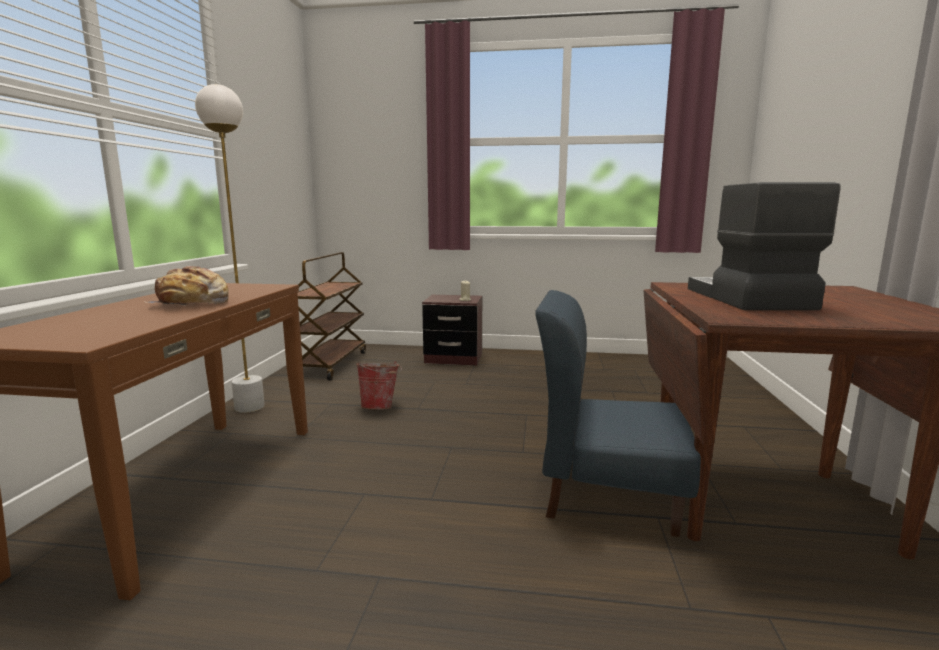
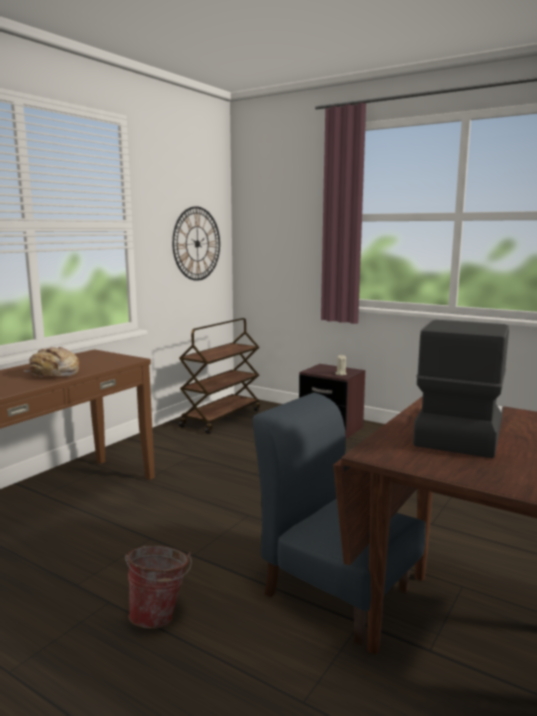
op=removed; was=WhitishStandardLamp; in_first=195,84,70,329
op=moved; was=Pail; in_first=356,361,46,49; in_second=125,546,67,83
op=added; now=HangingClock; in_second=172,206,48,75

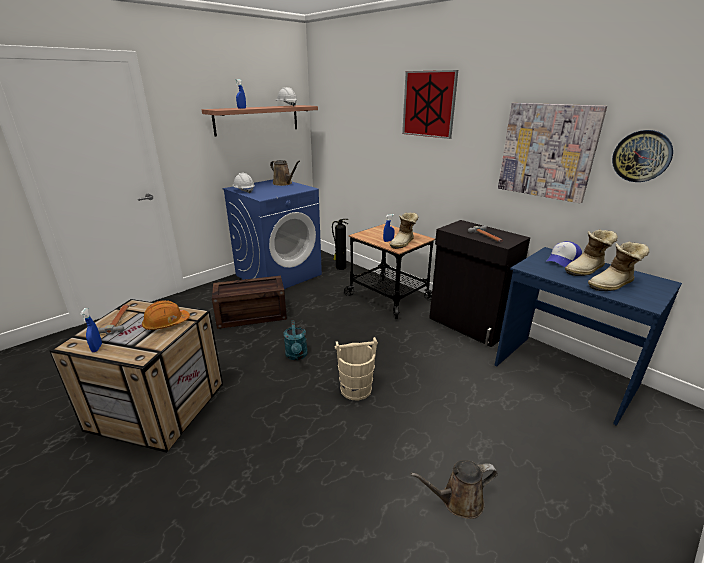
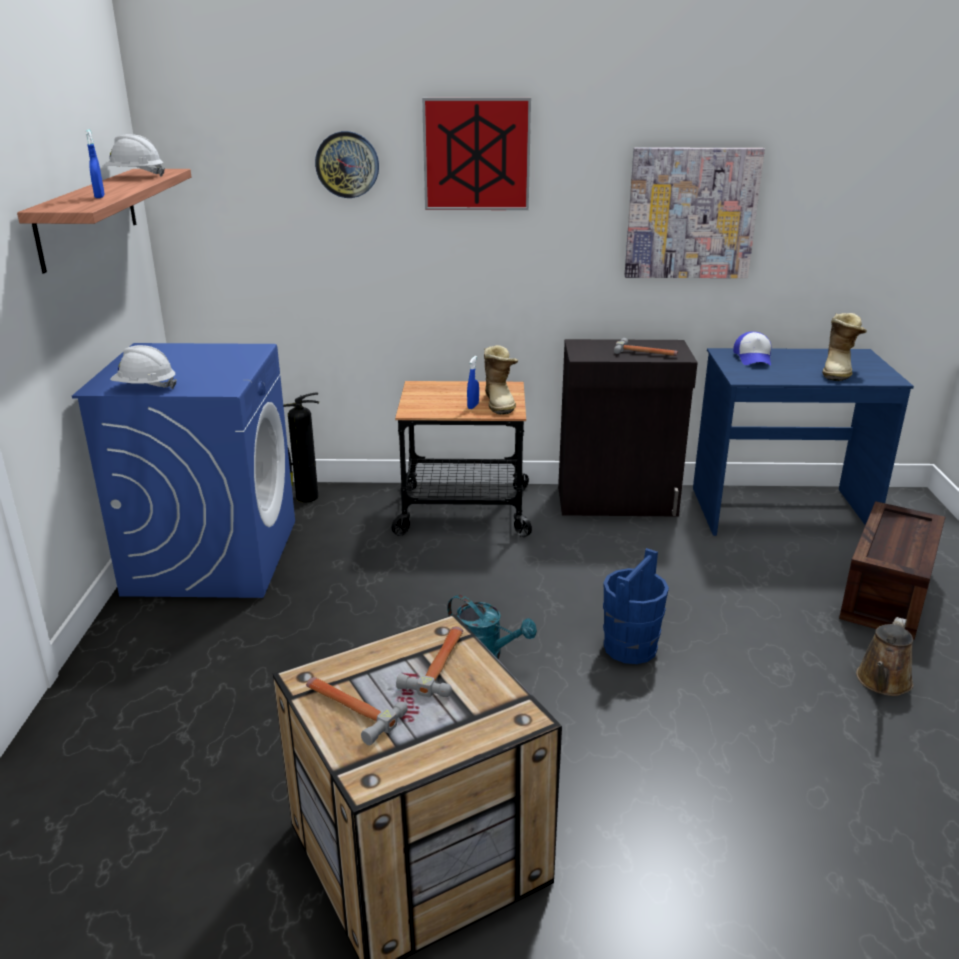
op=removed; was=BlueColouredHandSprayer; in_first=80,308,22,44
op=replaced; was=OrangeSafetyHelmet; now=HandHammer; in_first=142,300,48,30; in_second=396,627,67,70
op=moved; was=ShippingCrate; in_first=212,276,75,53; in_second=839,501,106,139
op=removed; was=BrownWateringPot; in_first=270,160,30,26
op=recoloured; was=BeigePail; now=BlueColouredPail; in_first=335,337,43,63; in_second=603,548,66,116
op=removed; was=HighTopBoot; in_first=565,229,53,47
op=moved; was=HangingClock; in_first=612,130,61,52; in_second=315,131,64,67

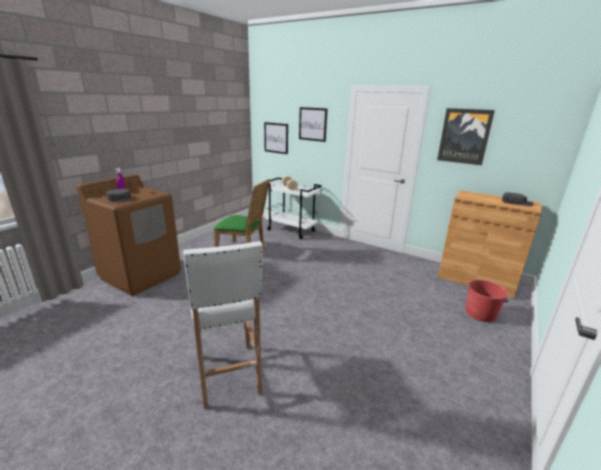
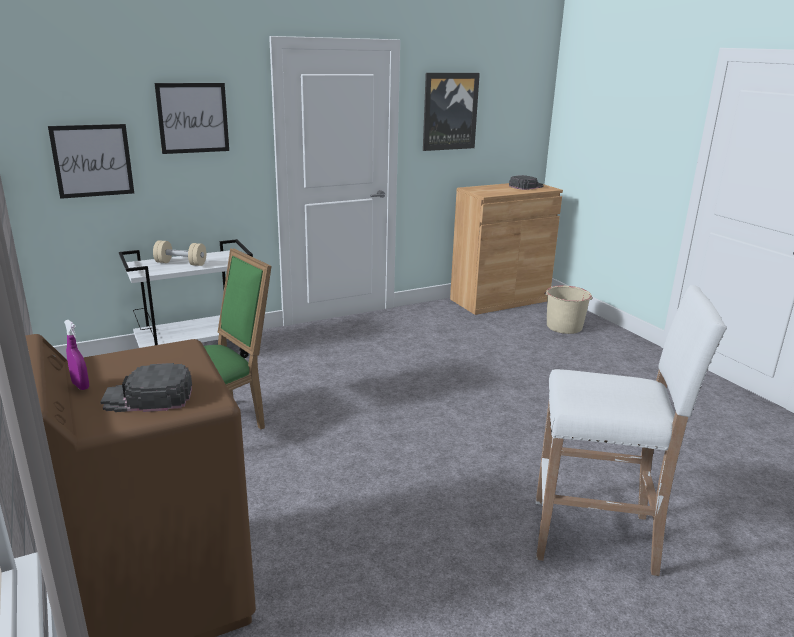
op=recoloured; was=ReddishPail; now=BeigePail; in_first=466,279,42,43; in_second=544,286,49,48

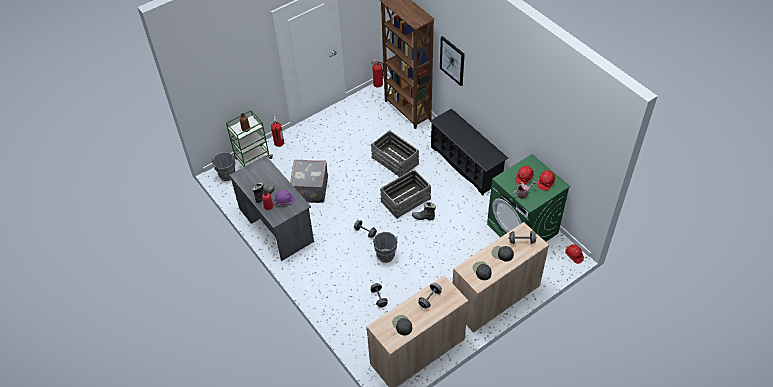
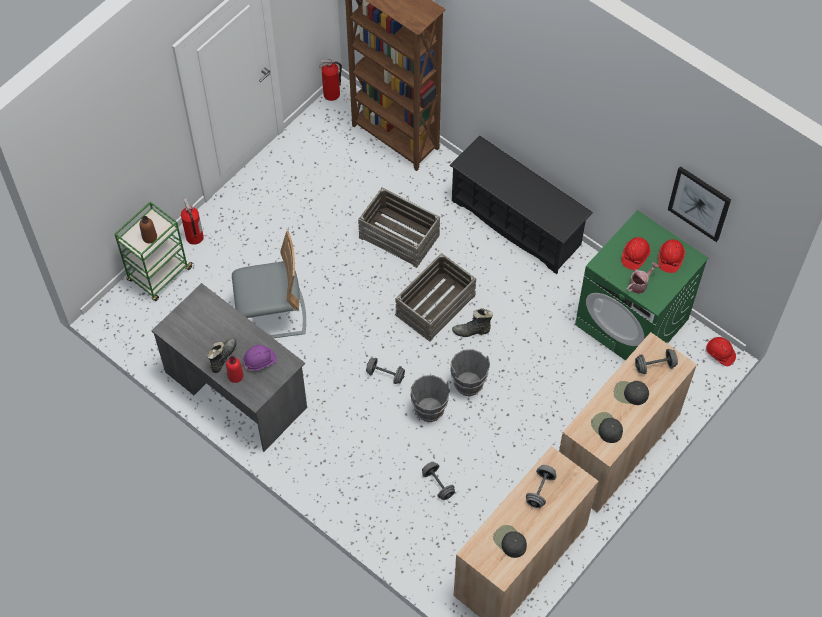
op=moved; was=GreyishPail; in_first=212,152,24,29; in_second=451,349,39,47
op=replaced; was=GreyishPieceOfLuggage; now=GreyishChair; in_first=290,160,38,43; in_second=232,231,74,107
op=moved; was=WallArt; in_first=440,36,25,50; in_second=668,166,63,76

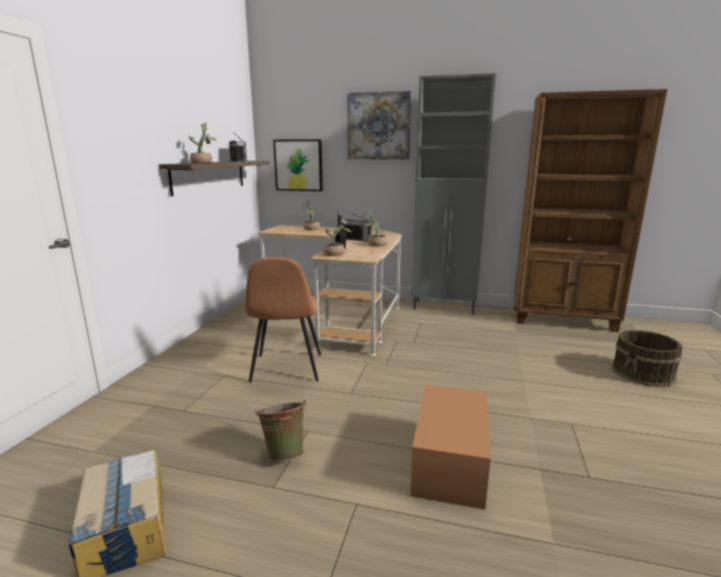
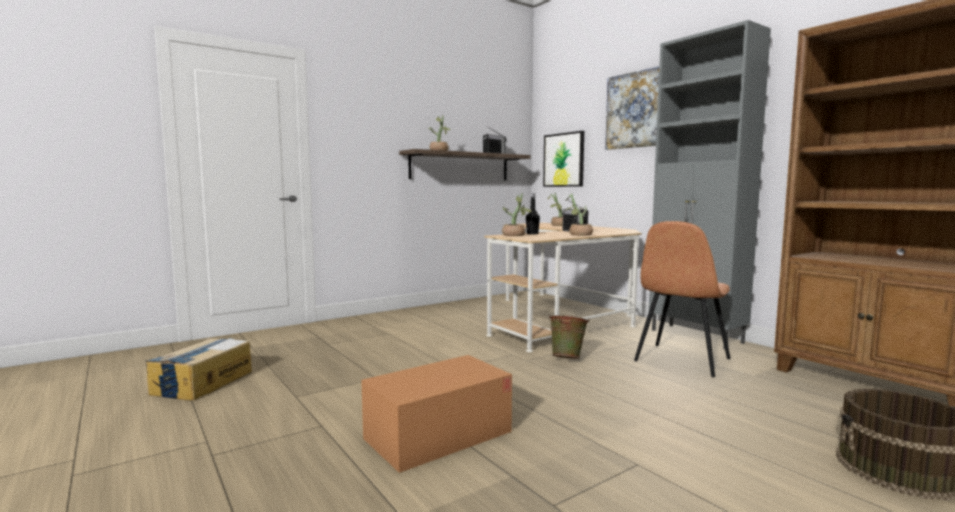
op=moved; was=BrownChair; in_first=245,257,76,126; in_second=634,221,97,156
op=moved; was=GreenishPail; in_first=255,400,52,62; in_second=548,315,42,44

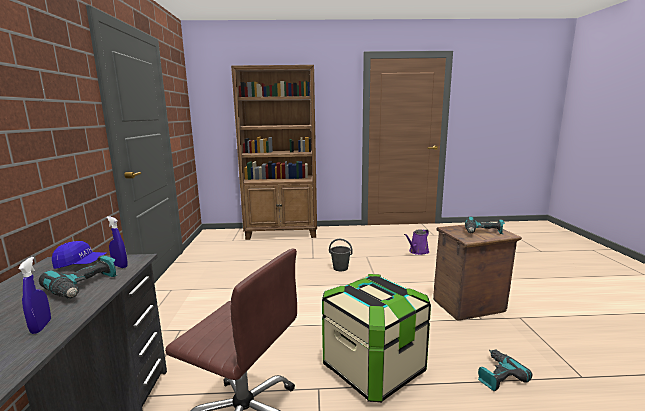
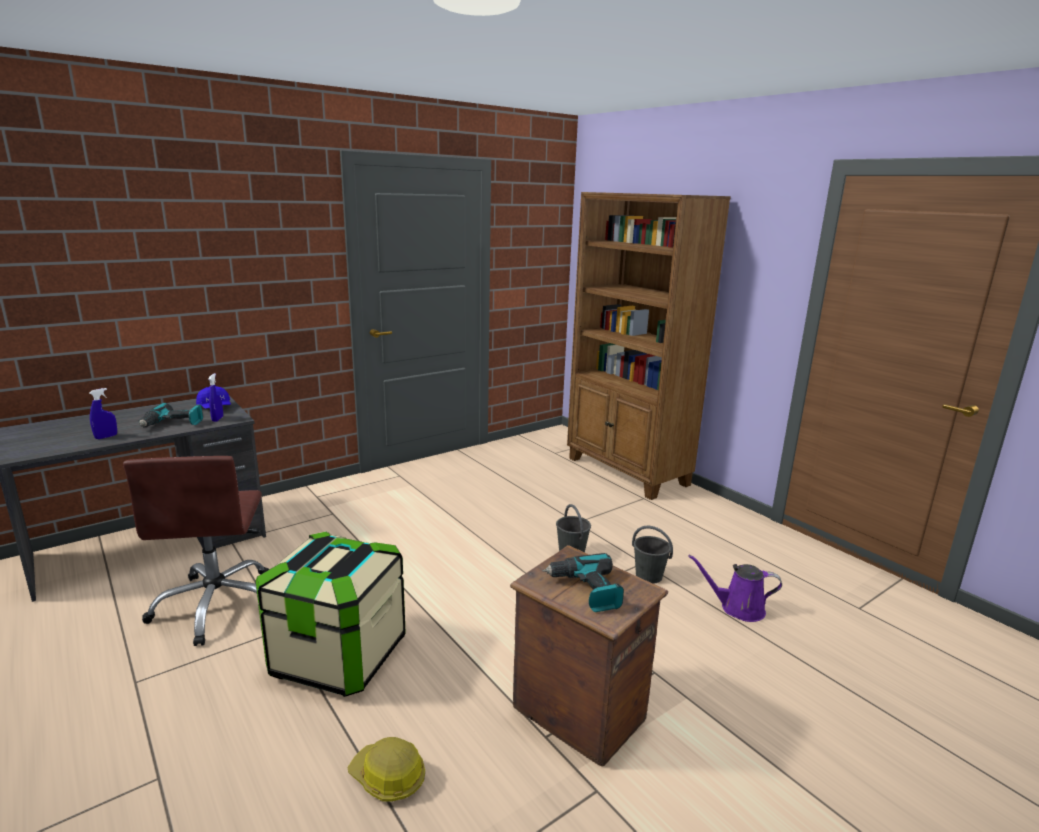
op=replaced; was=ElectricDrill; now=SafetyHelmet; in_first=478,349,54,42; in_second=348,737,77,64
op=added; now=GreyishPail; in_second=632,525,41,59

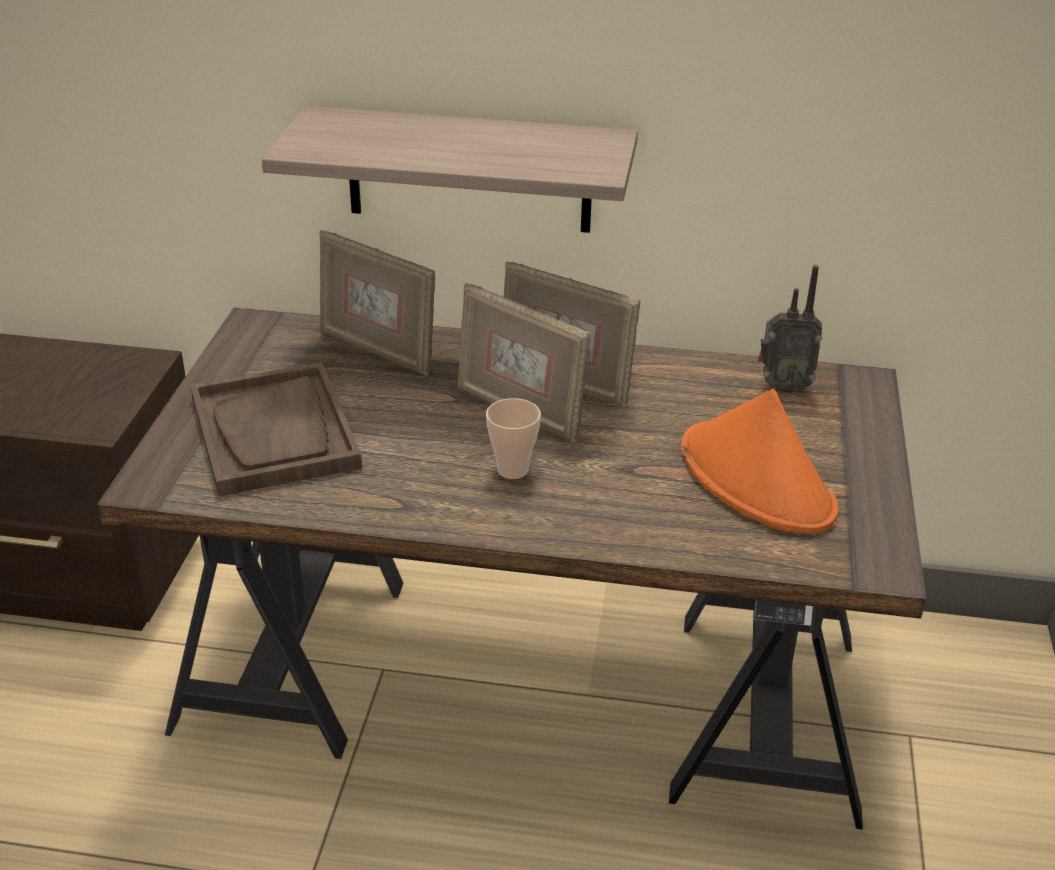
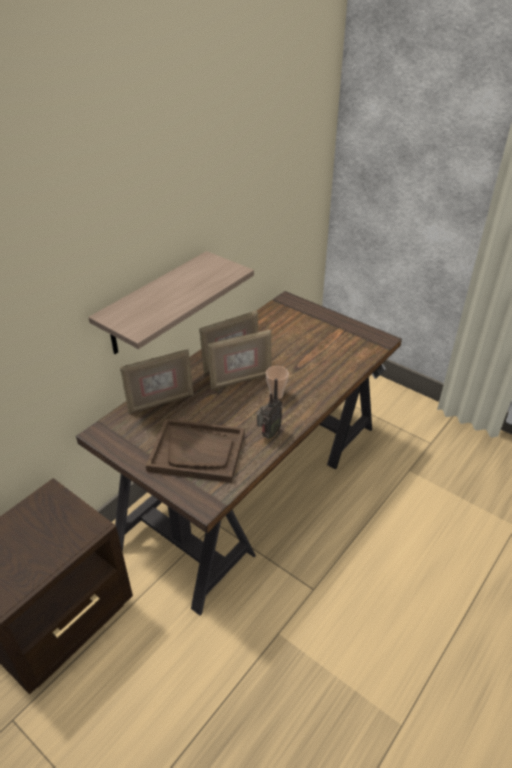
op=removed; was=OrangeClothingHat; in_first=681,389,157,145
op=moved; was=Radio; in_first=758,265,64,128; in_second=257,379,25,60

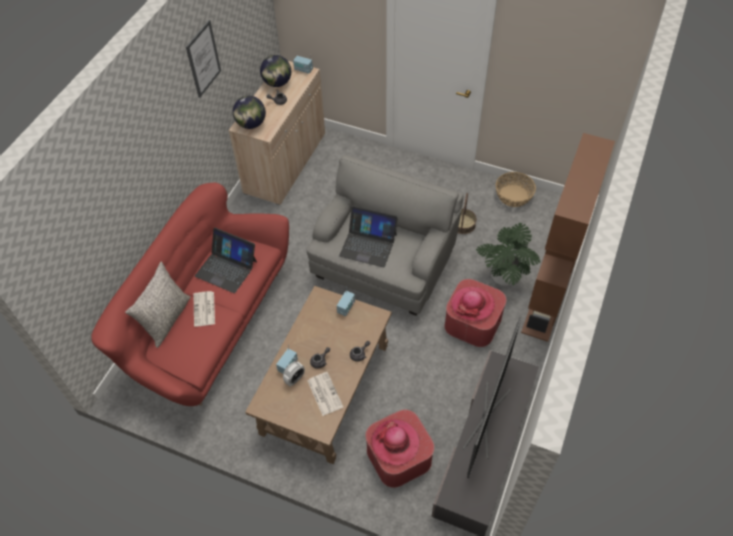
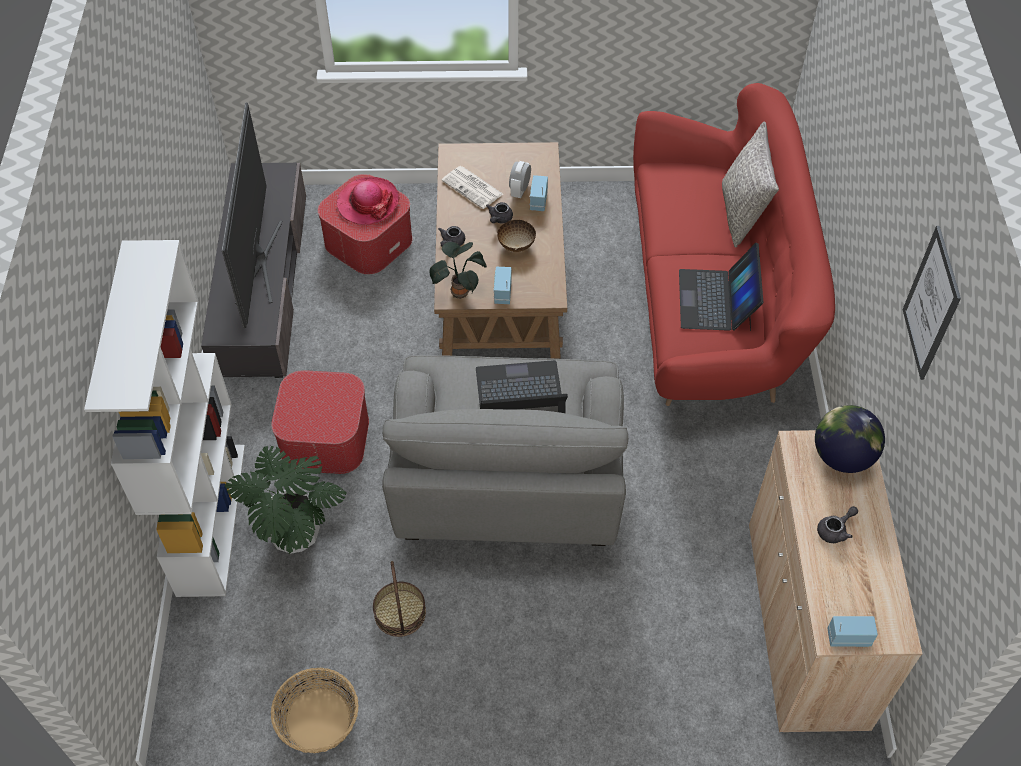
op=removed; was=Newspaper; in_first=193,291,22,36
op=turned; was=NotebookComputer; in_first=195,228,62,65; in_second=679,243,84,88; clockwise=-90
op=removed; was=WorldGlobe; in_first=260,55,31,32
op=removed; was=ClothingHat; in_first=451,287,44,35
op=recoloured; was=BrownBookcase; now=WhitishBookcase; in_first=521,133,94,209; in_second=84,240,161,357
op=added; now=PottedPlant; in_second=429,242,58,57
op=added; now=ServingBowl; in_second=497,220,39,32

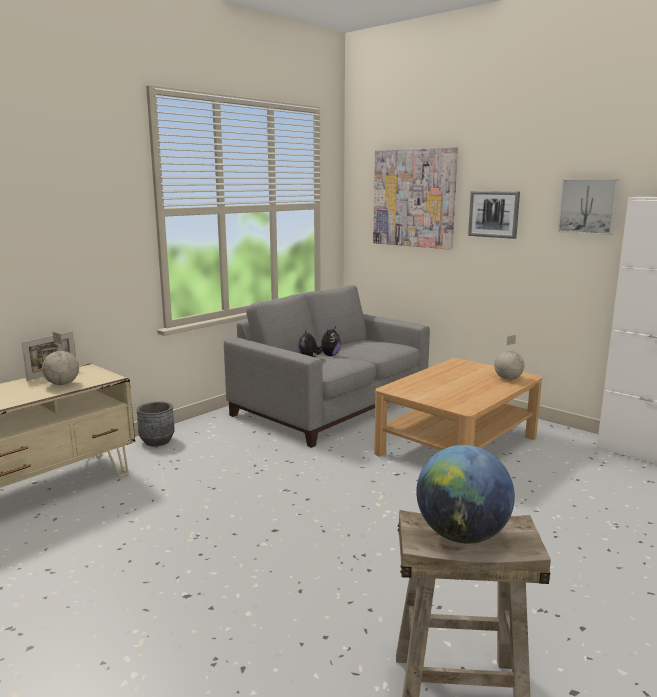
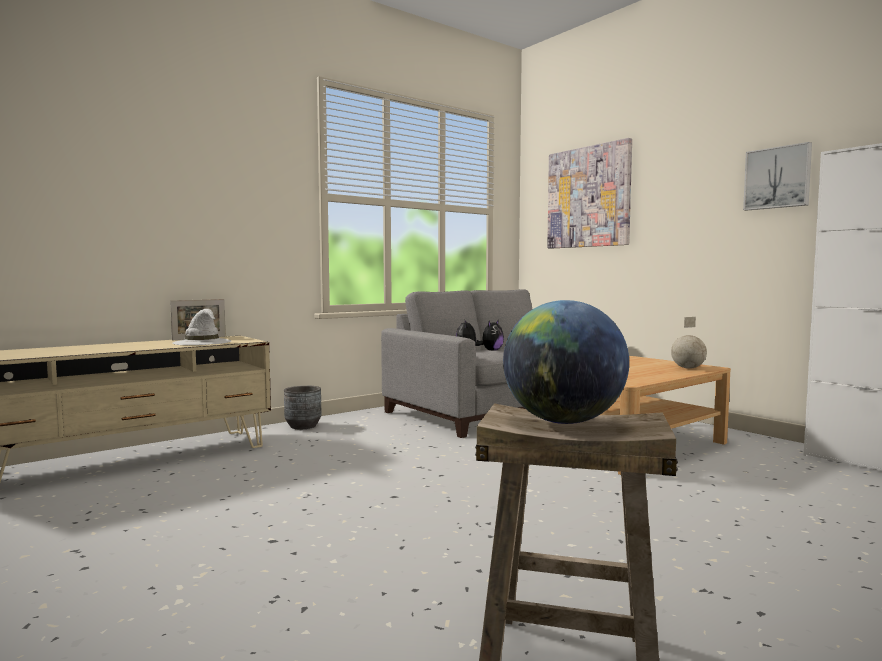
op=replaced; was=WorldGlobe; now=WhitishClothingHat; in_first=42,332,37,53; in_second=172,309,59,36
op=removed; was=WallArt; in_first=468,191,52,48

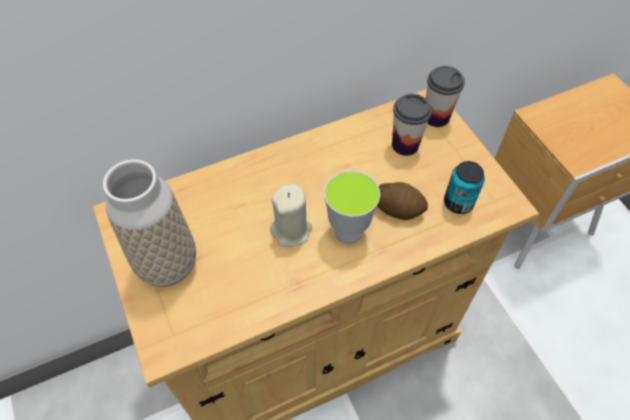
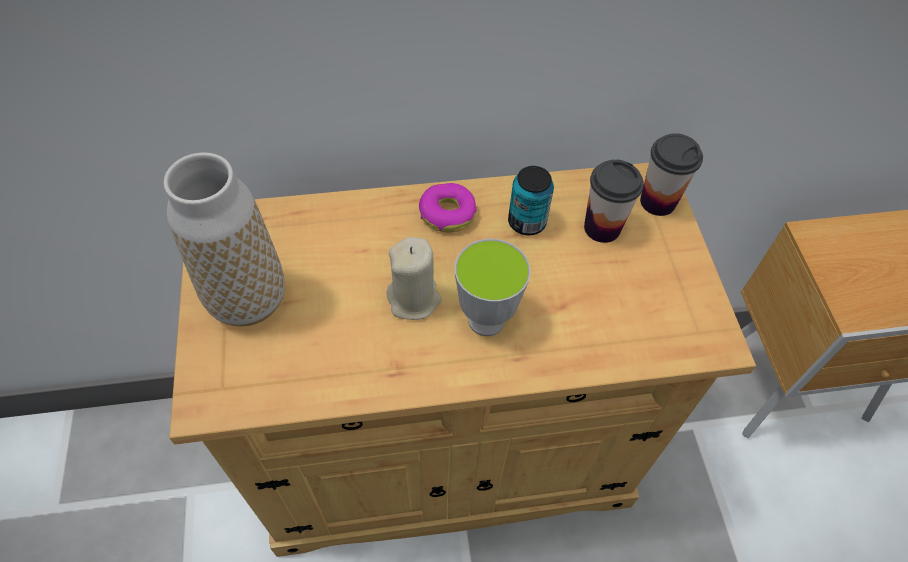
op=removed; was=Spud; in_first=377,182,51,38
op=moved; was=SealedCan; in_first=444,161,41,53; in_second=508,166,46,69
op=added; now=RingDoughnut; in_second=419,183,58,49

